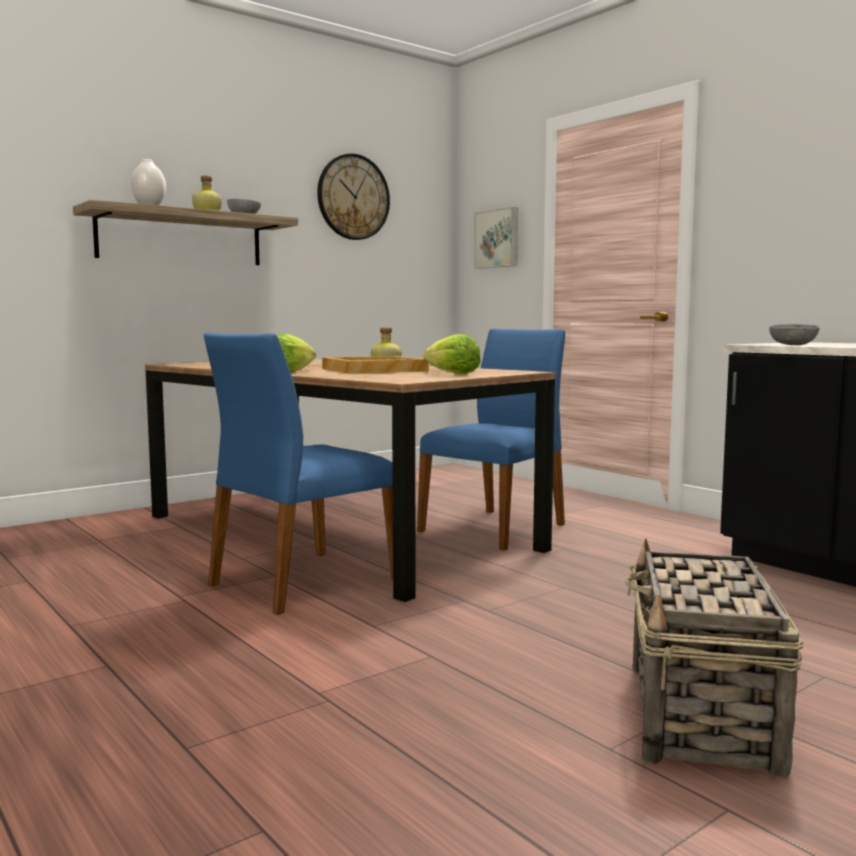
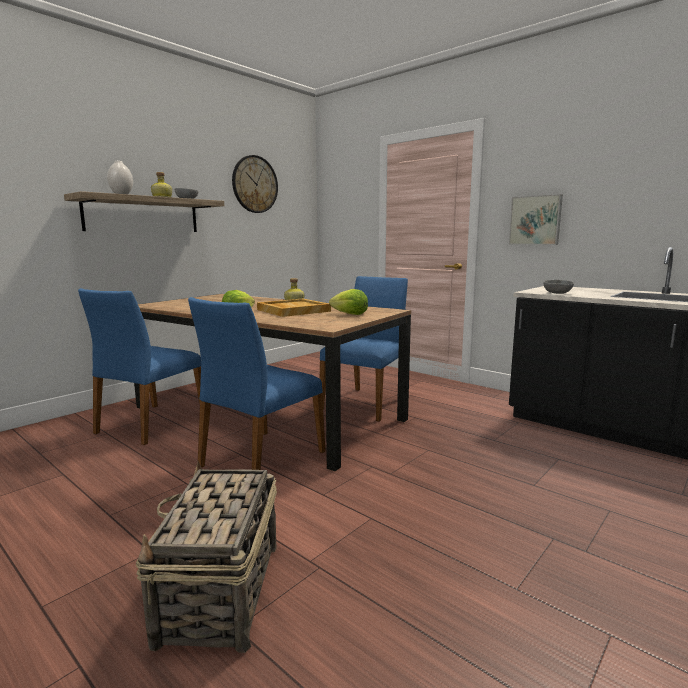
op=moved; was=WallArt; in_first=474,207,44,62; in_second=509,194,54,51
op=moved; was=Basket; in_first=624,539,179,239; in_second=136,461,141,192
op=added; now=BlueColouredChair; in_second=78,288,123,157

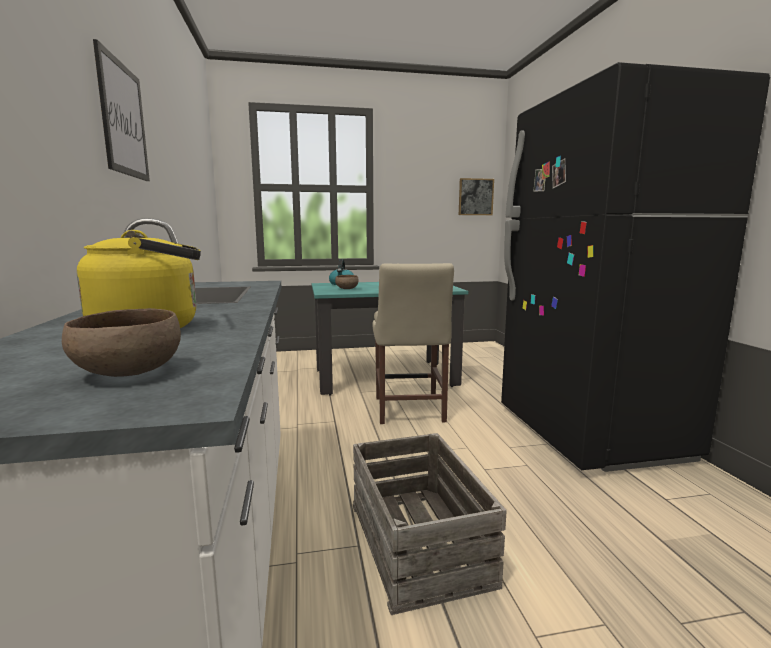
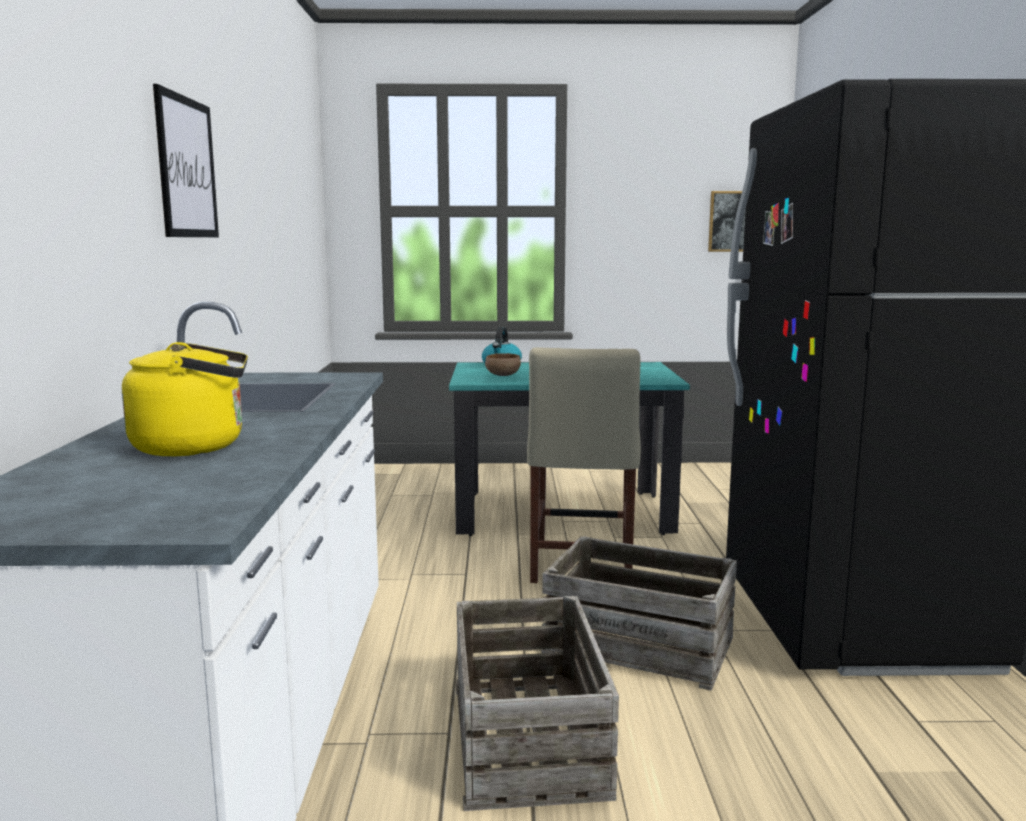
op=removed; was=BrownServingBowl; in_first=62,308,119,69
op=added; now=ShippingCrate; in_second=542,536,195,155

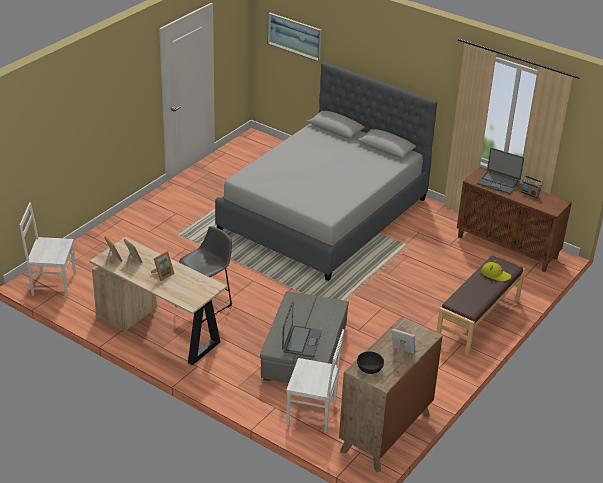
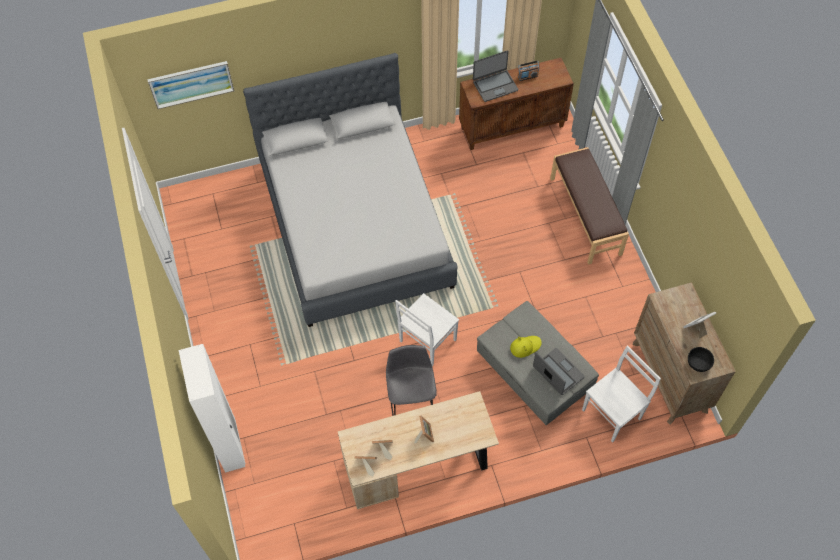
op=moved; was=WhitishChair; in_first=19,202,57,96; in_second=395,293,64,73
op=moved; was=YellowishClothingHat; in_first=481,260,30,21; in_second=510,336,32,22
op=added; now=WhitishClothesCupboard; in_second=179,344,66,129

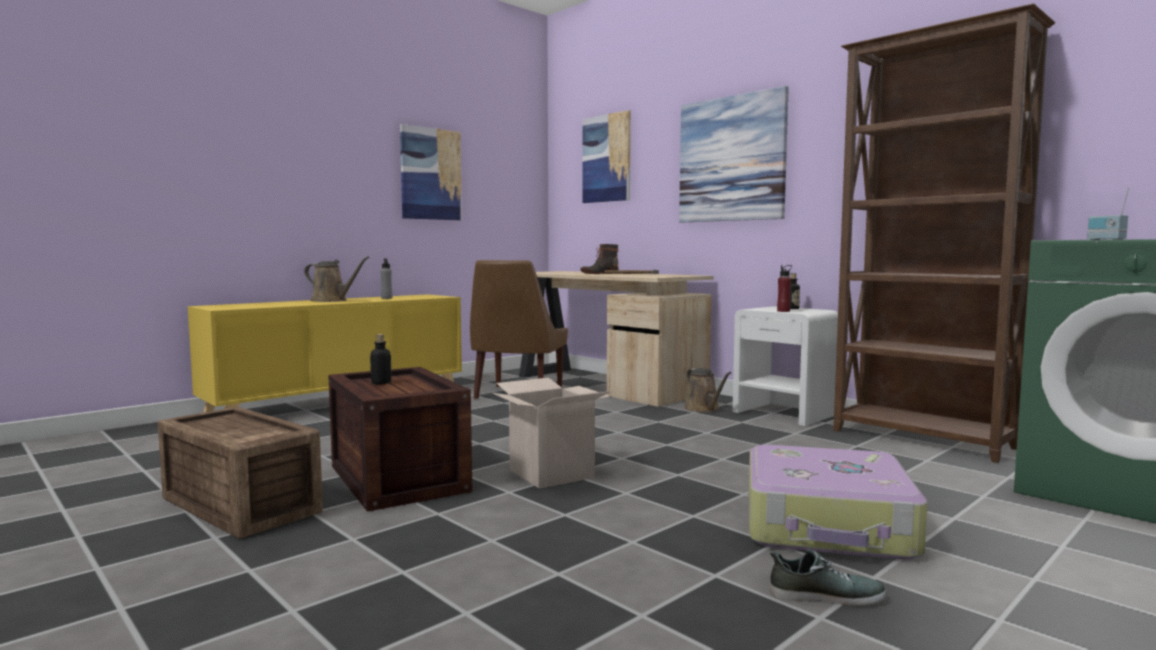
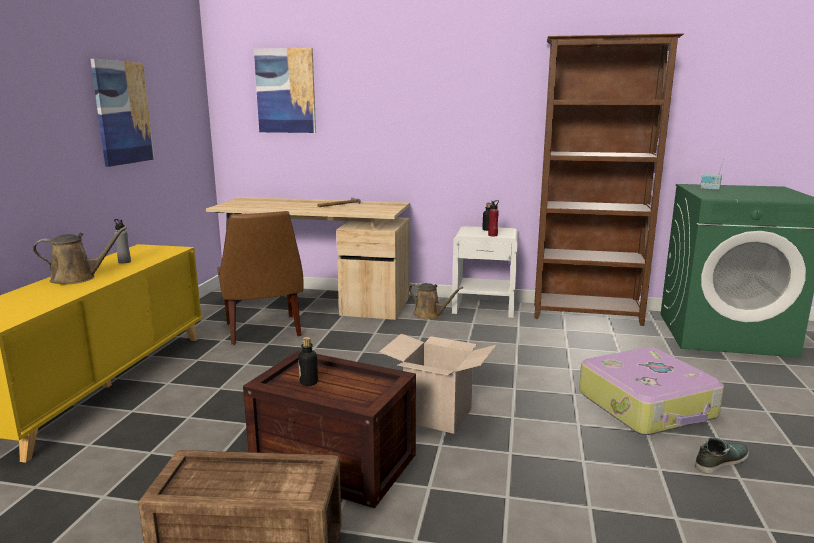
op=removed; was=HighTopBoot; in_first=580,244,38,30
op=removed; was=WallArt; in_first=679,86,110,137

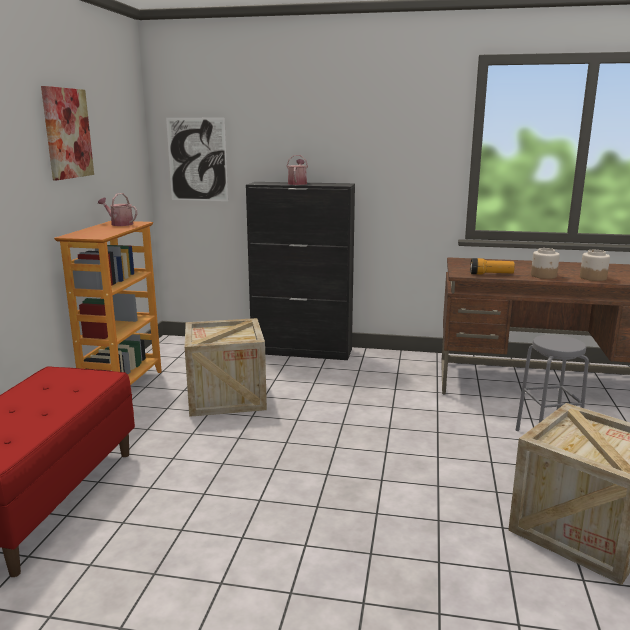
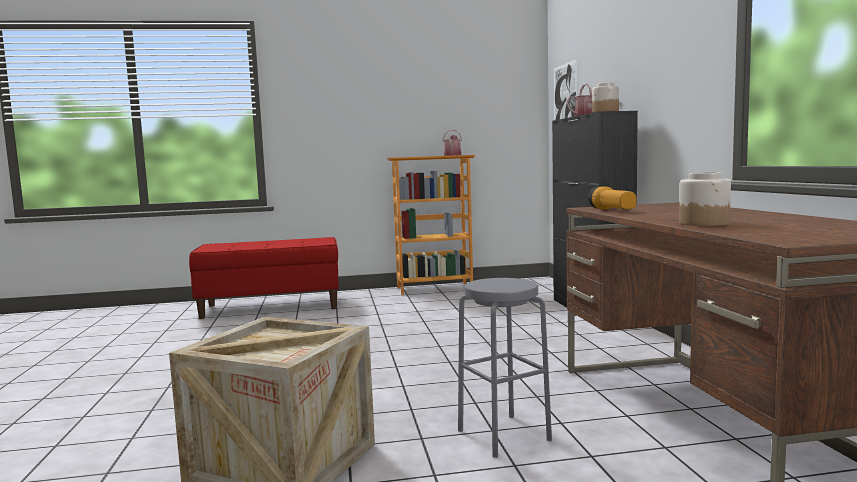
op=removed; was=WallArt; in_first=41,86,53,94
op=removed; was=ShippingCrate; in_first=185,318,82,99
op=moved; was=PreserveJar; in_first=531,248,29,31; in_second=592,83,27,30

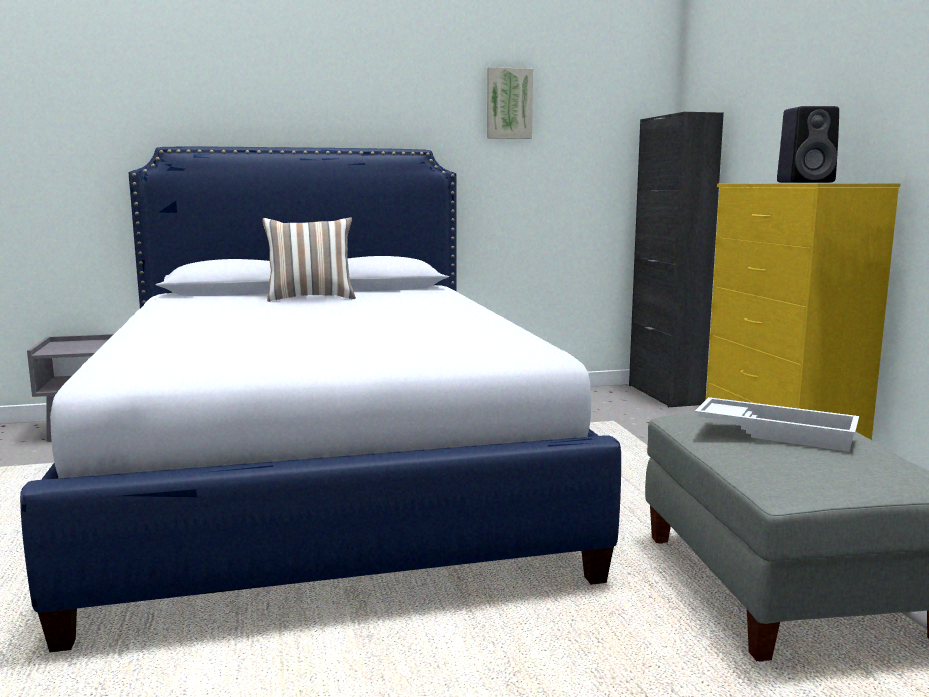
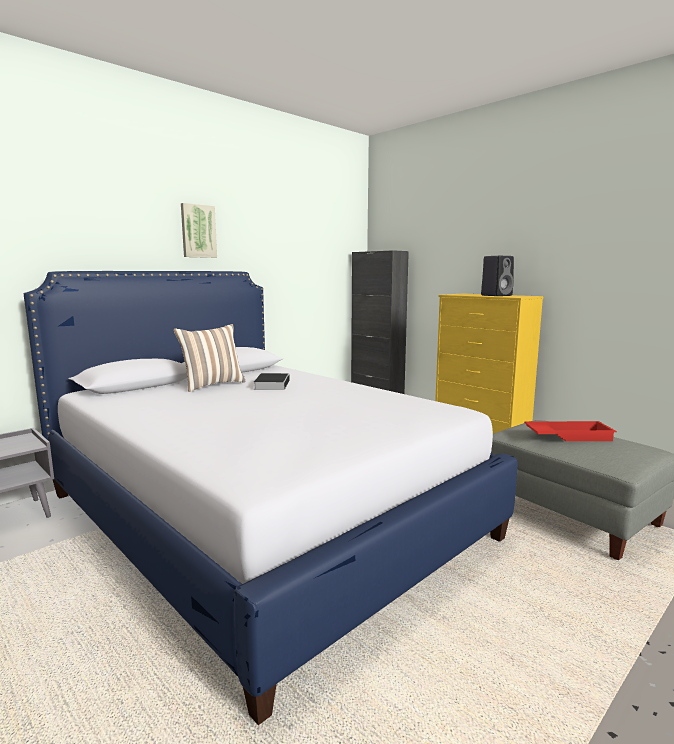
op=moved; was=WallArt; in_first=487,67,46,72; in_second=181,203,36,55
op=recoloured; was=WhitishTray; now=ReddishTray; in_first=695,397,164,55; in_second=524,421,93,20
op=added; now=Book; in_second=254,373,35,17

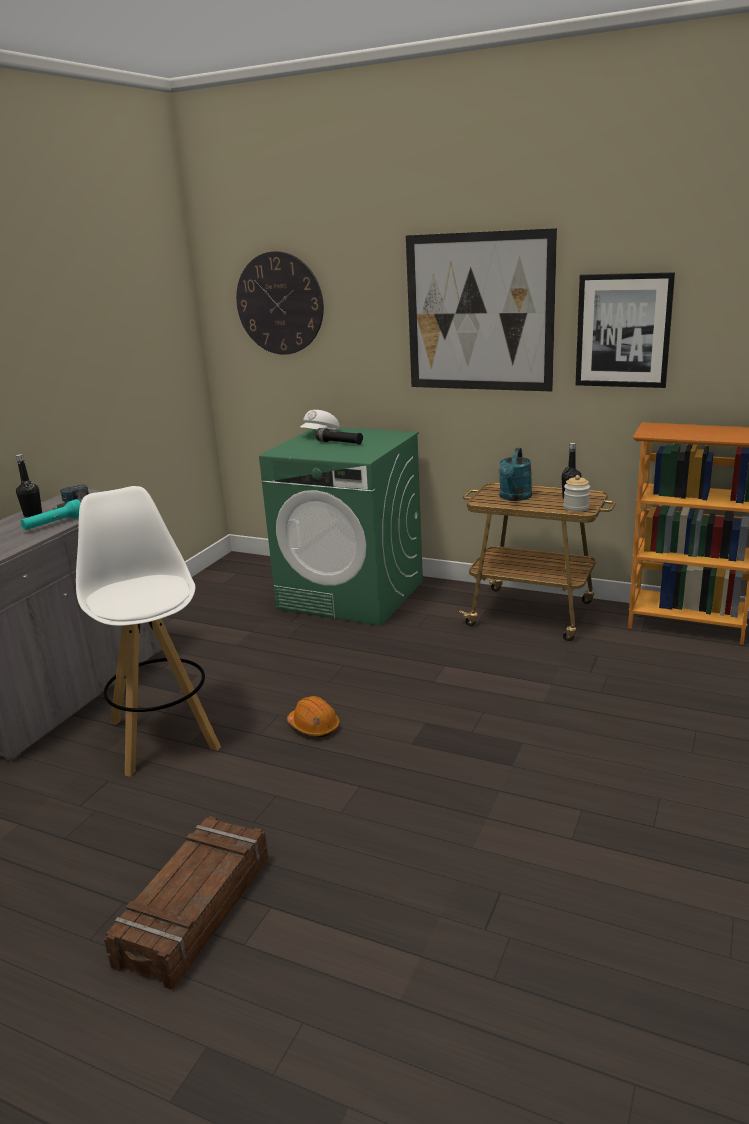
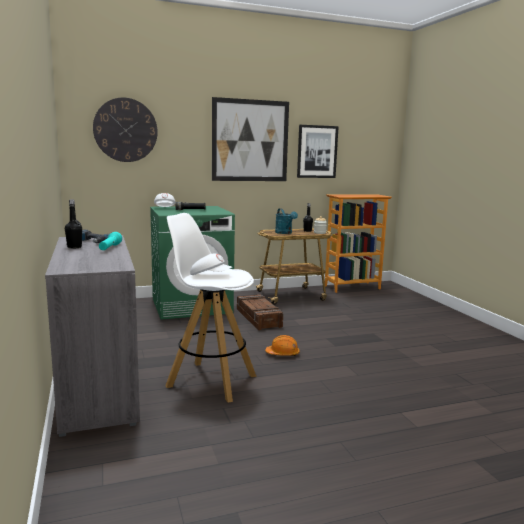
op=moved; was=ShippingCrate; in_first=104,816,164,174; in_second=237,294,46,36
op=added; now=WhitishCap; in_second=190,254,42,21

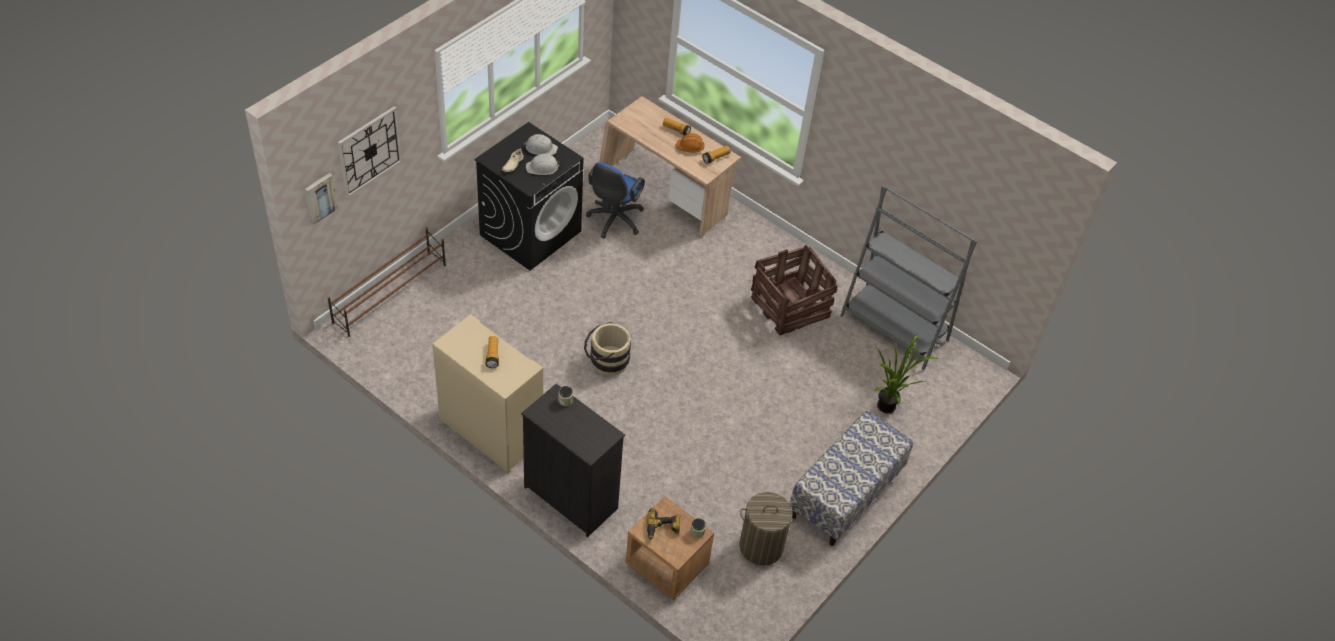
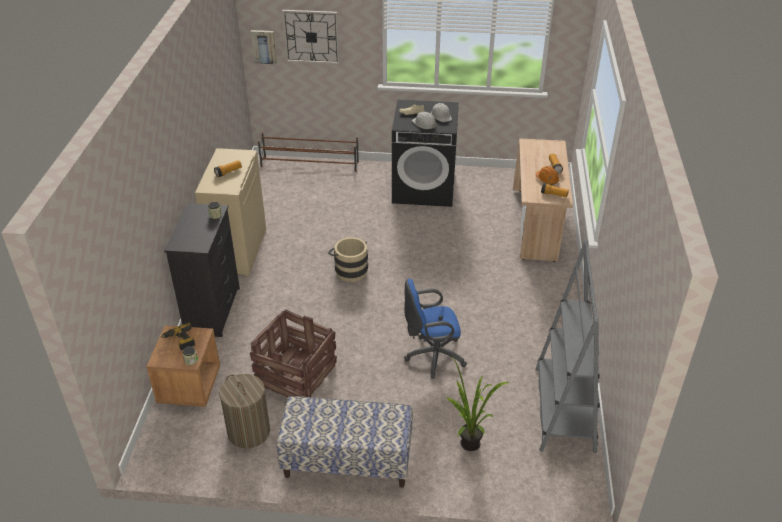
op=moved; was=BlueColouredOfficeChair; in_first=586,162,59,77; in_second=404,279,63,99
op=moved; was=ShippingCrate; in_first=751,245,86,90; in_second=250,309,87,88

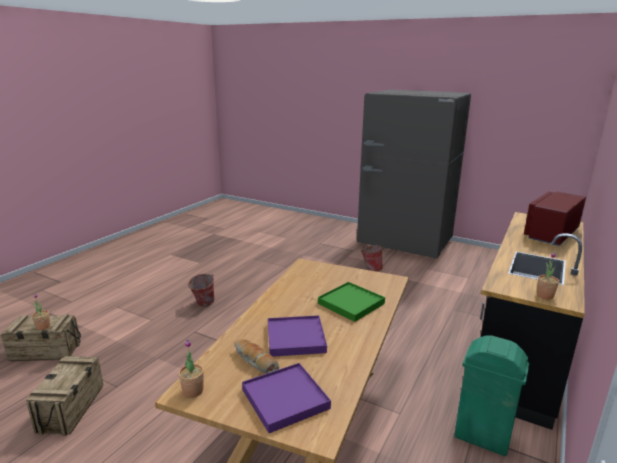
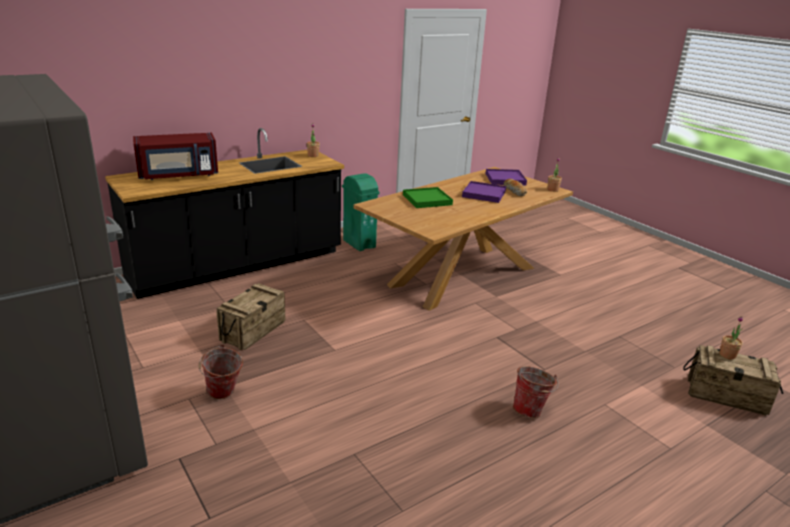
op=moved; was=ShippingCrate; in_first=26,356,77,80; in_second=216,283,70,67

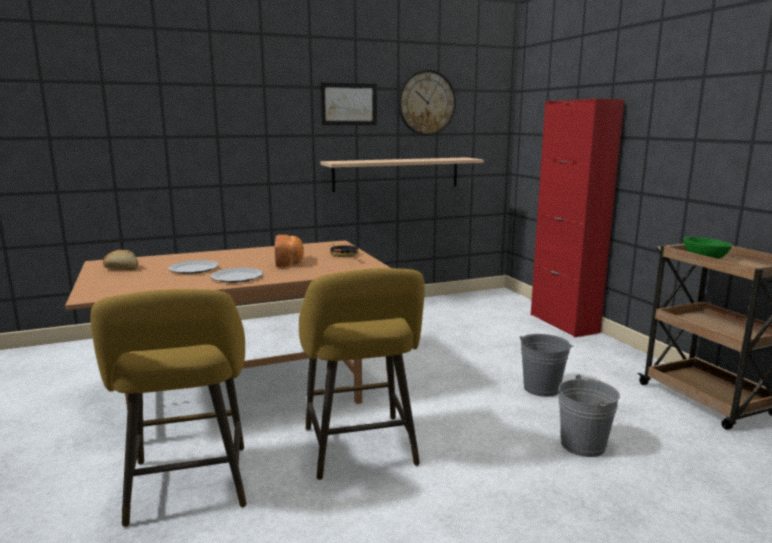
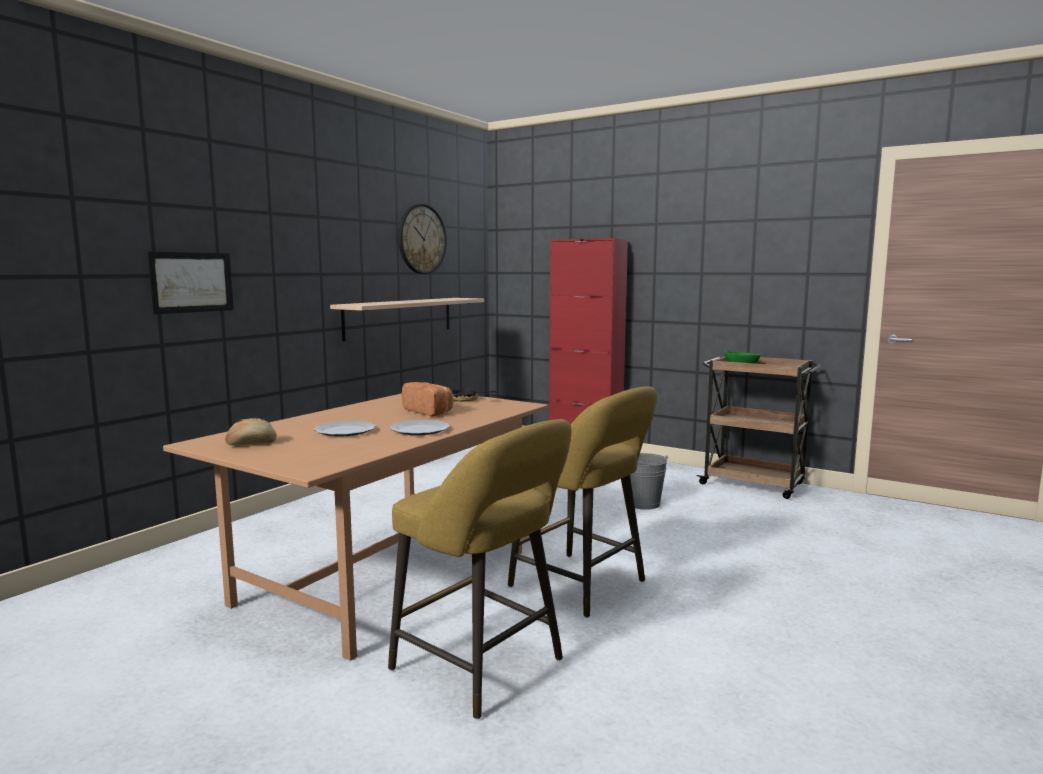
op=moved; was=WallArt; in_first=321,82,56,43; in_second=148,251,86,63
op=removed; was=GreyishPail; in_first=558,375,62,82

